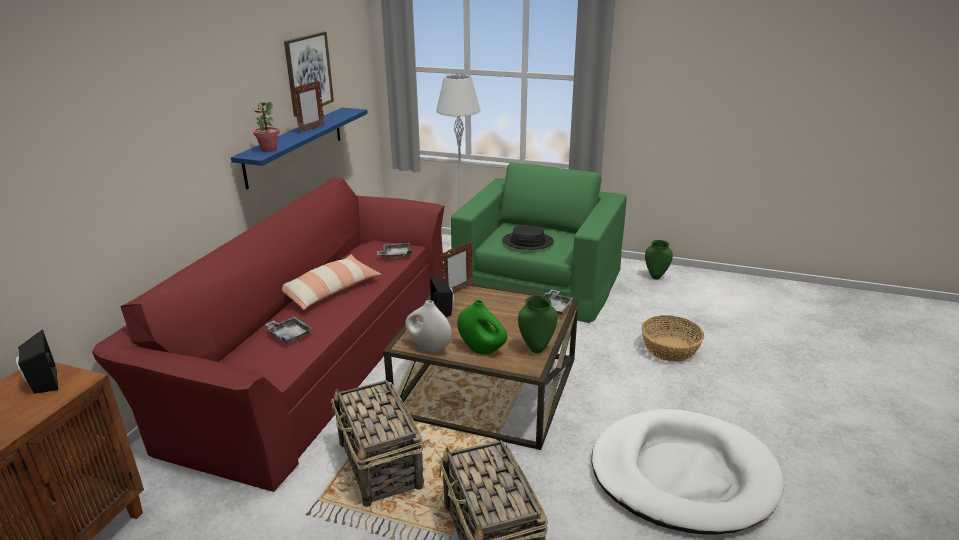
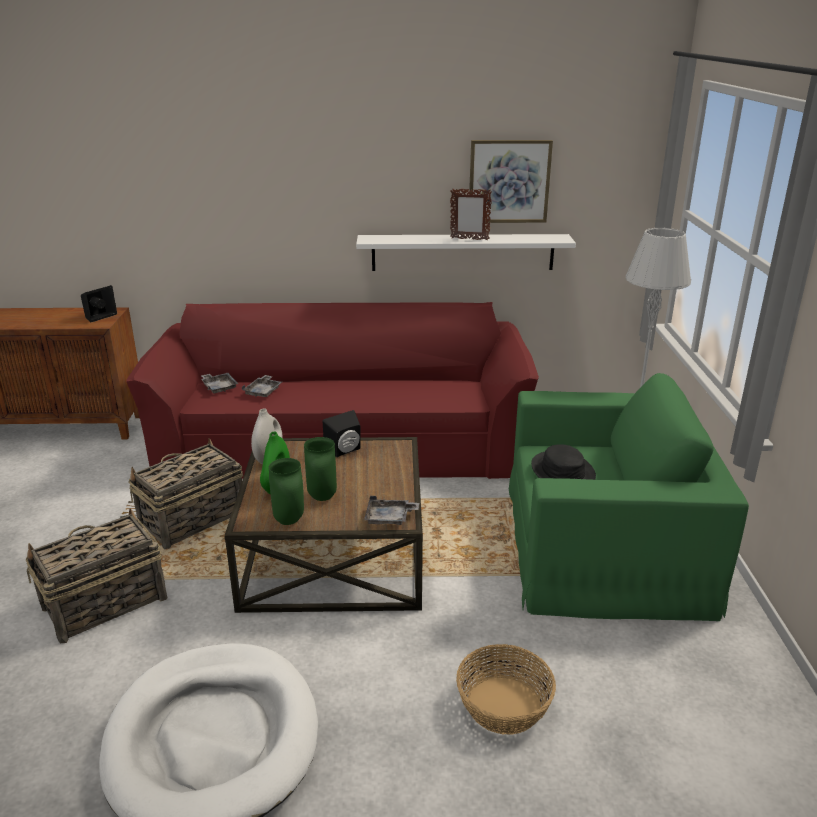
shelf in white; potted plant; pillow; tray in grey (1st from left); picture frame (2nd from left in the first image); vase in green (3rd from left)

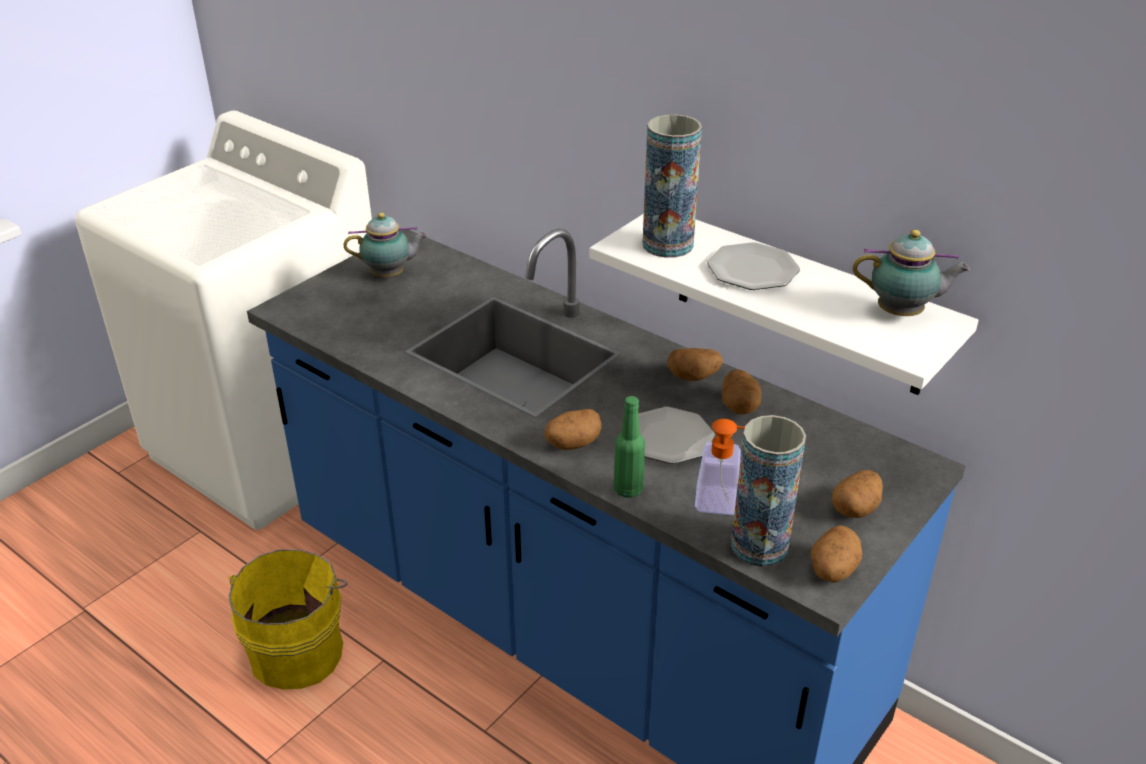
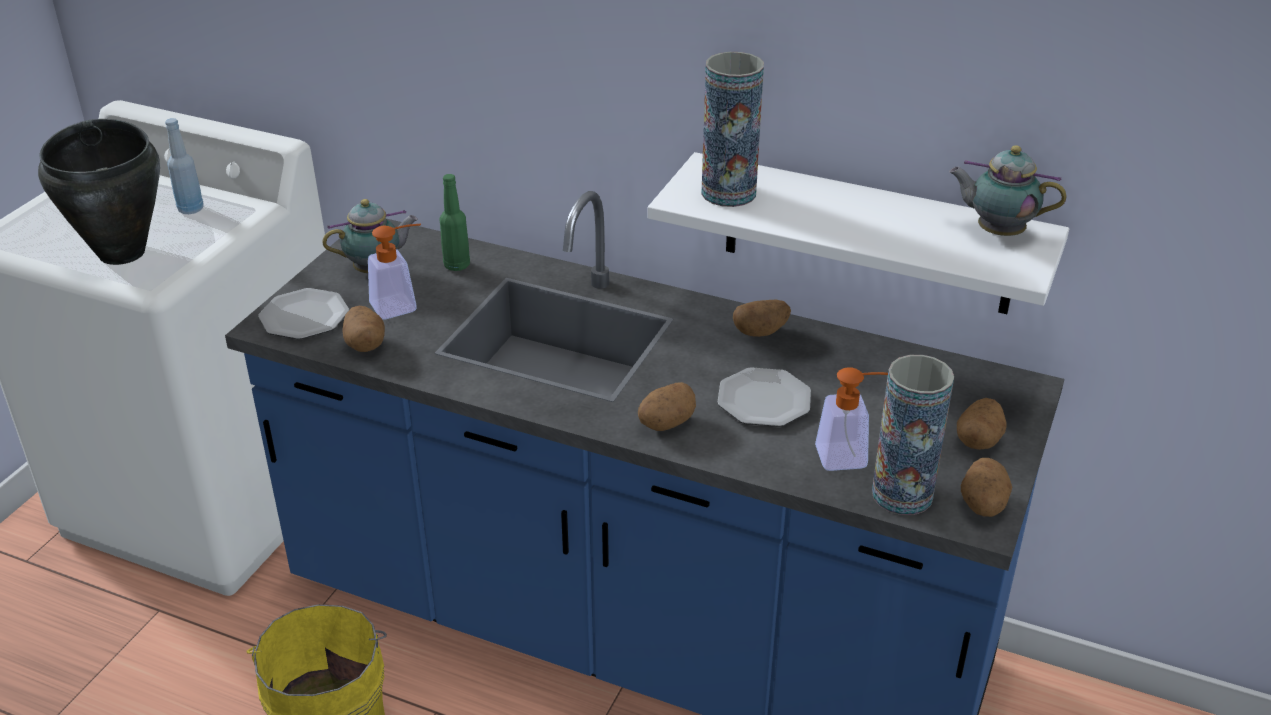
bottle in green; plate (1st from left); potato (1st from left); teapot (2nd from left); cooking pot in black; bottle in blue; soap dispenser (1st from left)

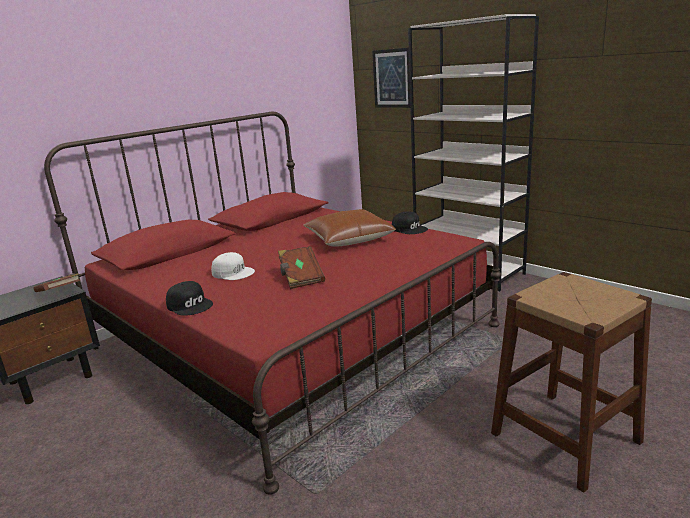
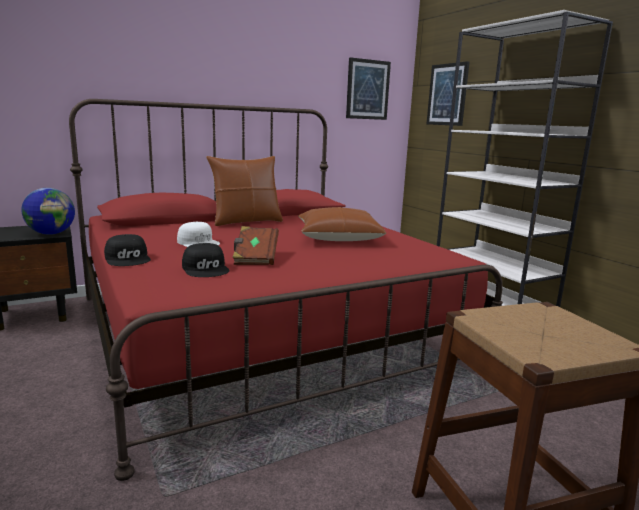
globe; cap in black (2nd from left); pillow in brown (1st from left); picture (1st from left)

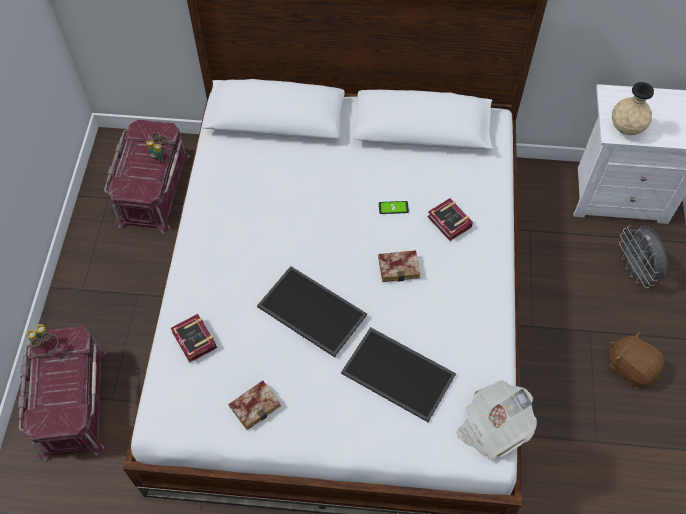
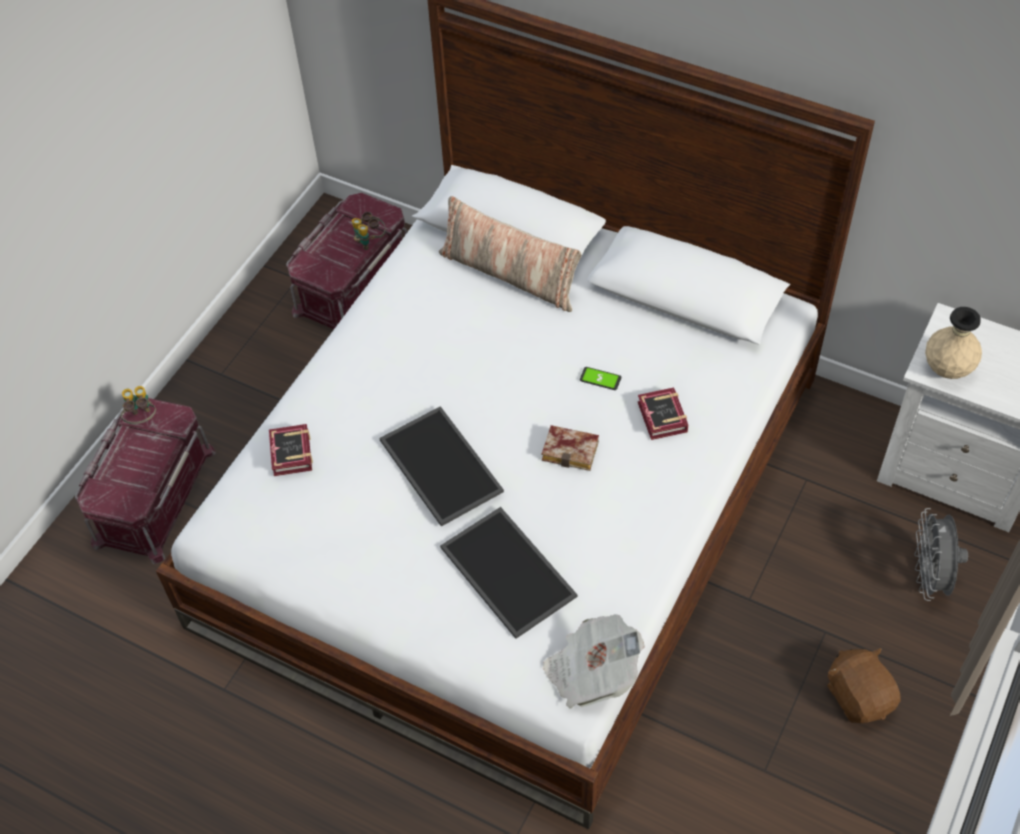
book (2nd from left in the first image); pillow

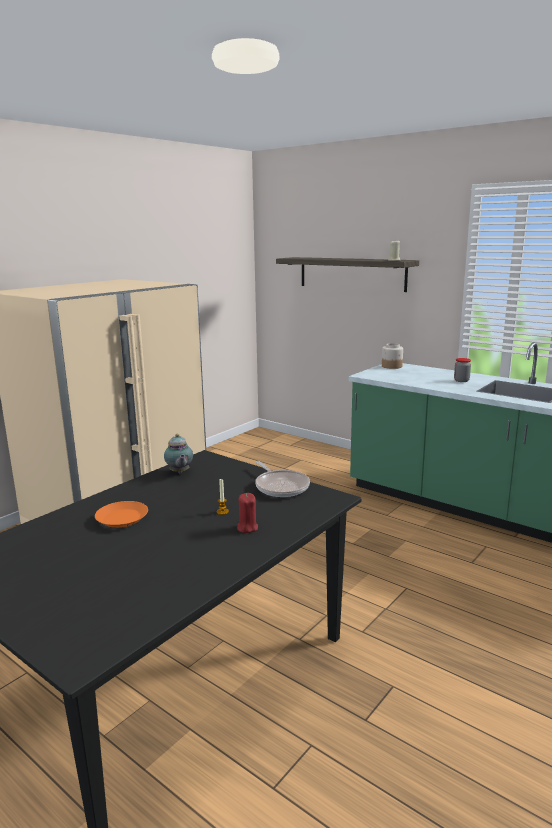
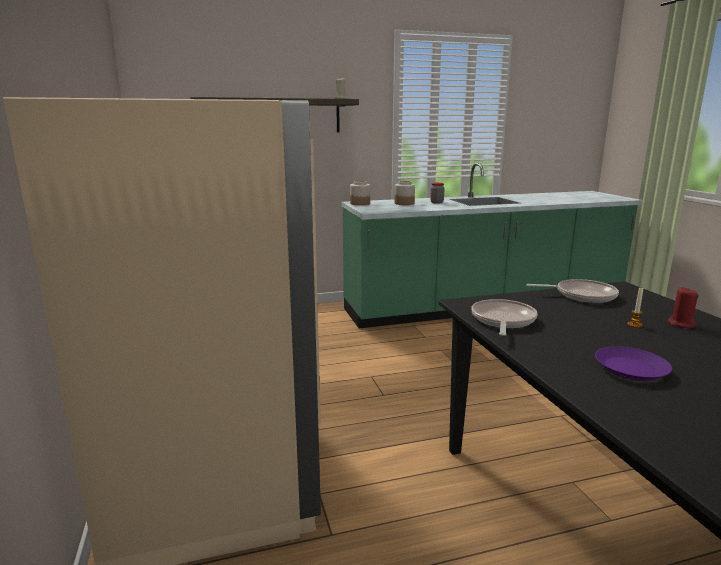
plate in purple; frying pan (1st from left); jar (2nd from left)

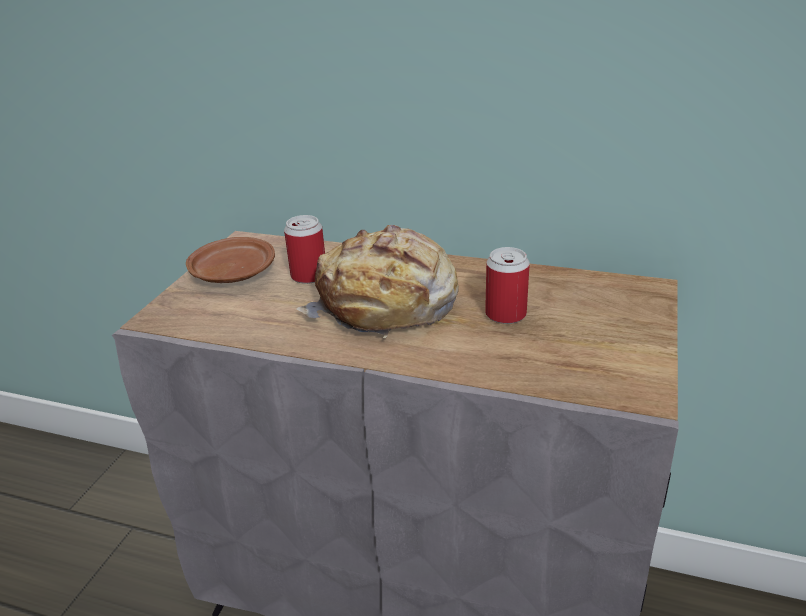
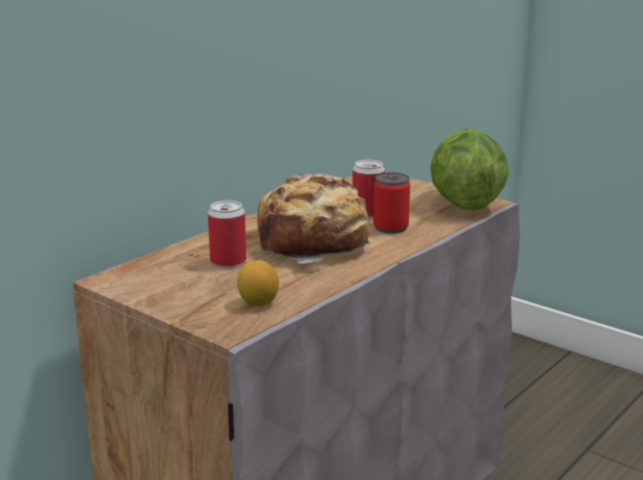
plate in brown; lemon; can (3rd from left); lettuce

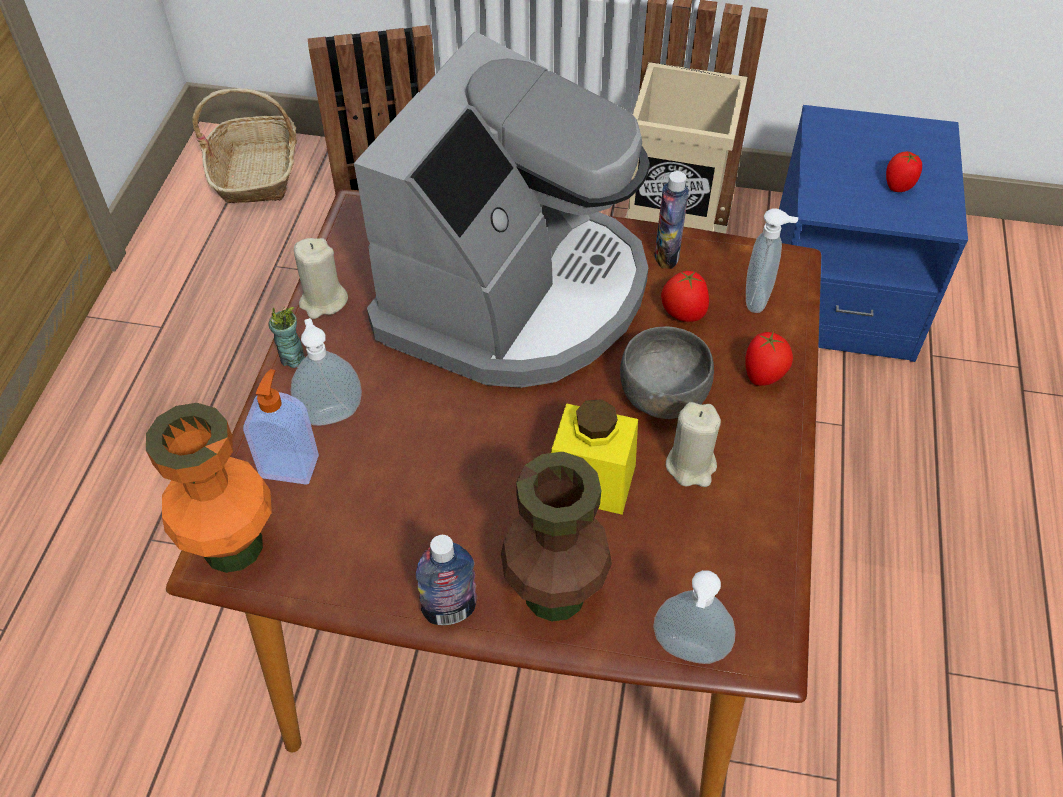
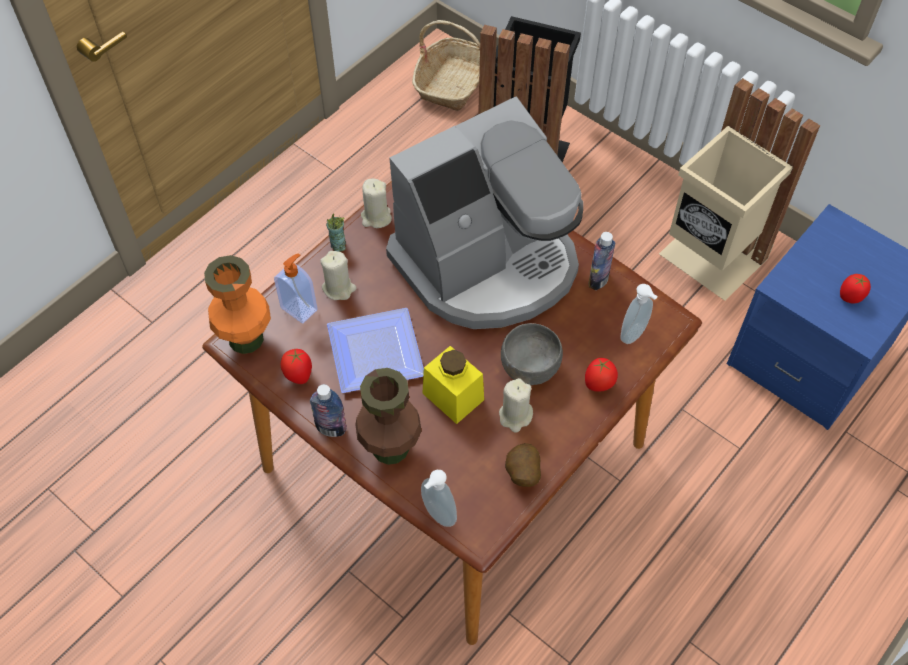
candle in beige (1st from left); tomato (1st from left); plate; potato

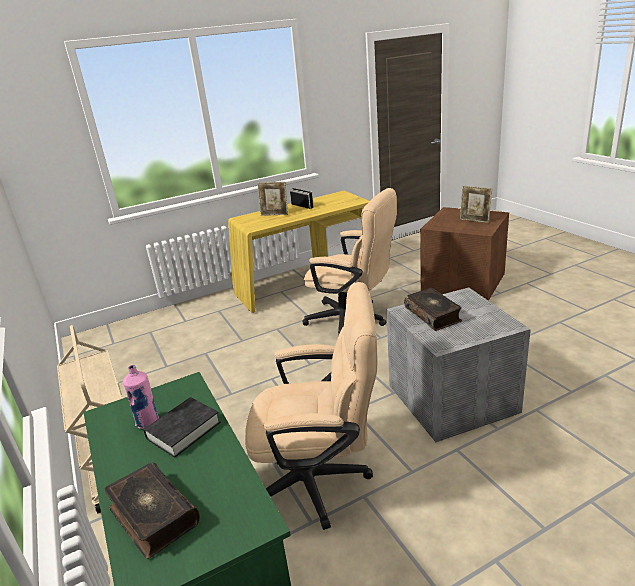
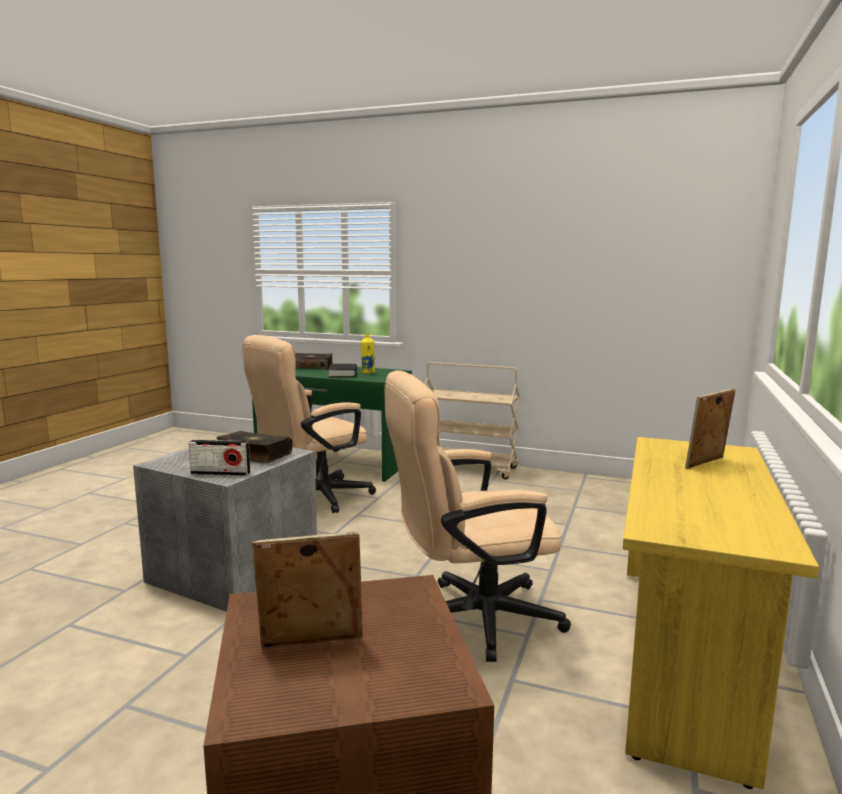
bottle in yellow; radio

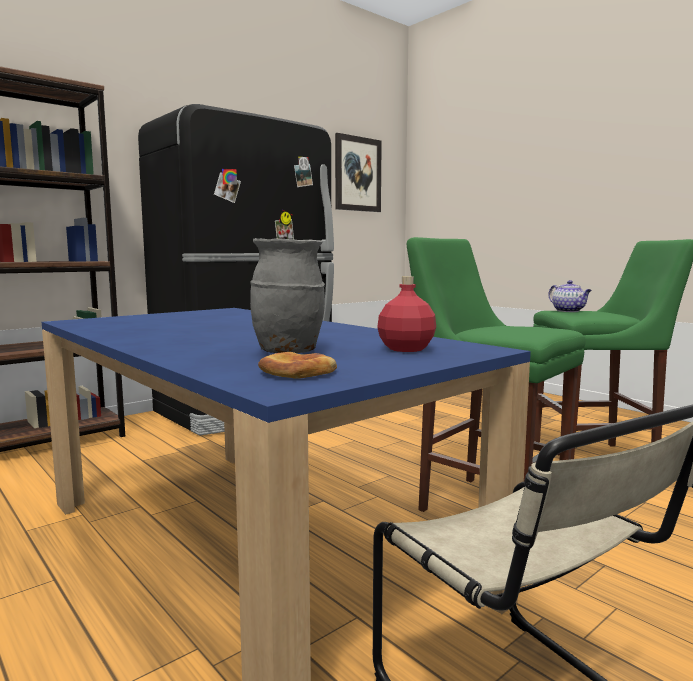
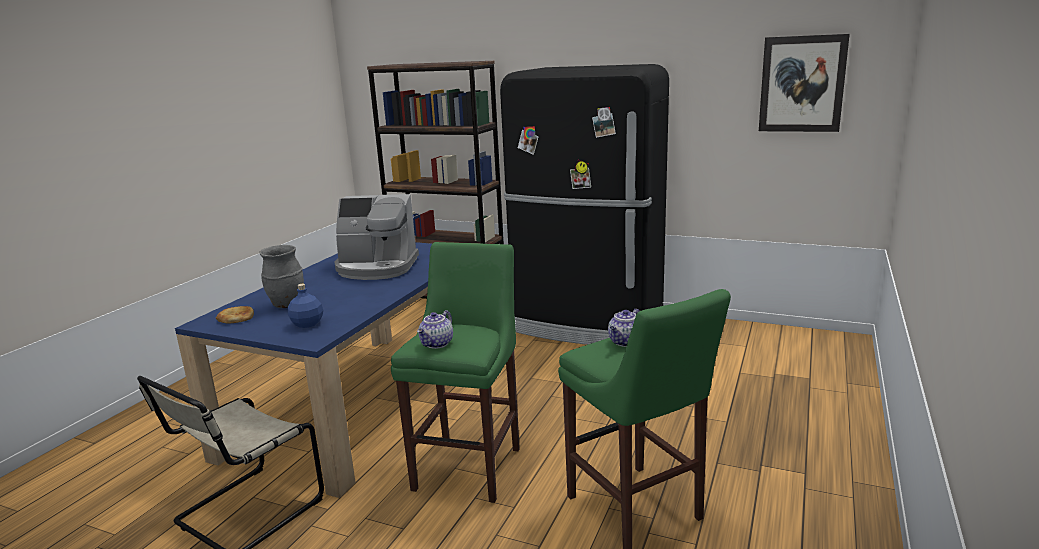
bottle in blue; coffee machine; teapot (1st from left)

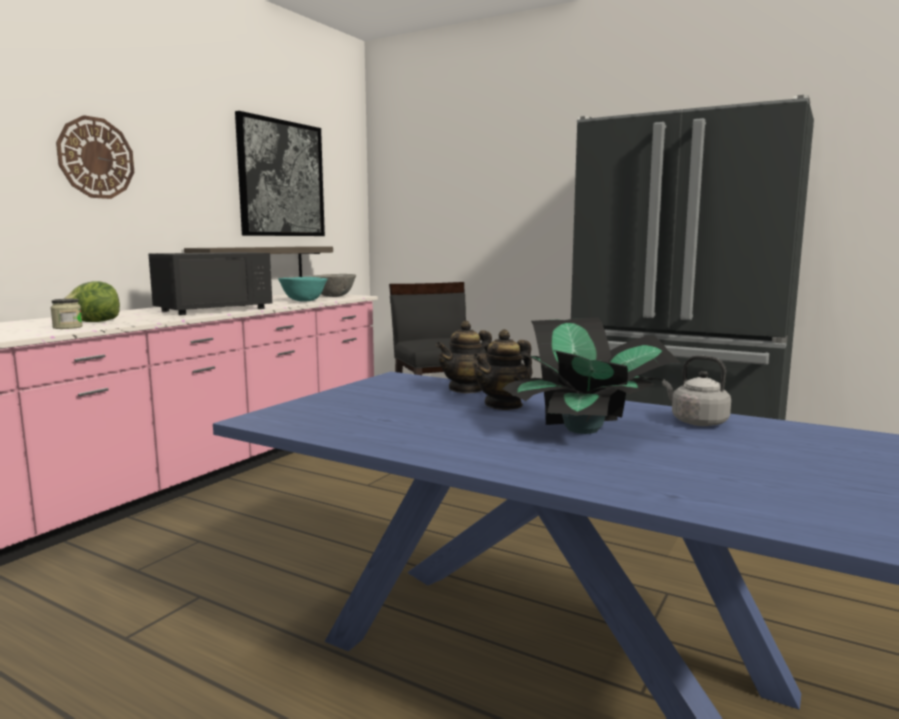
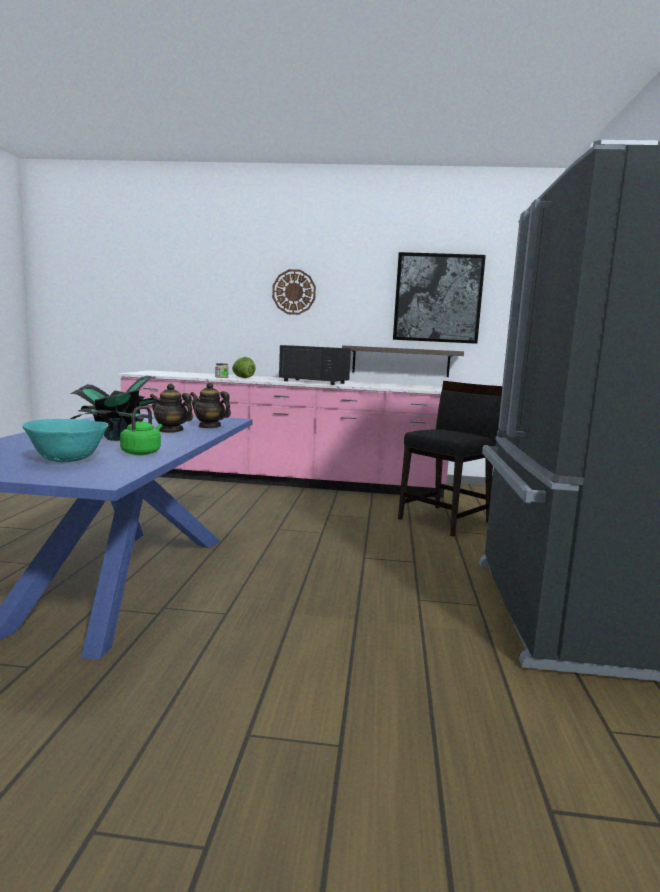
bowl in turquoise; bowl in grey; kettle in green

